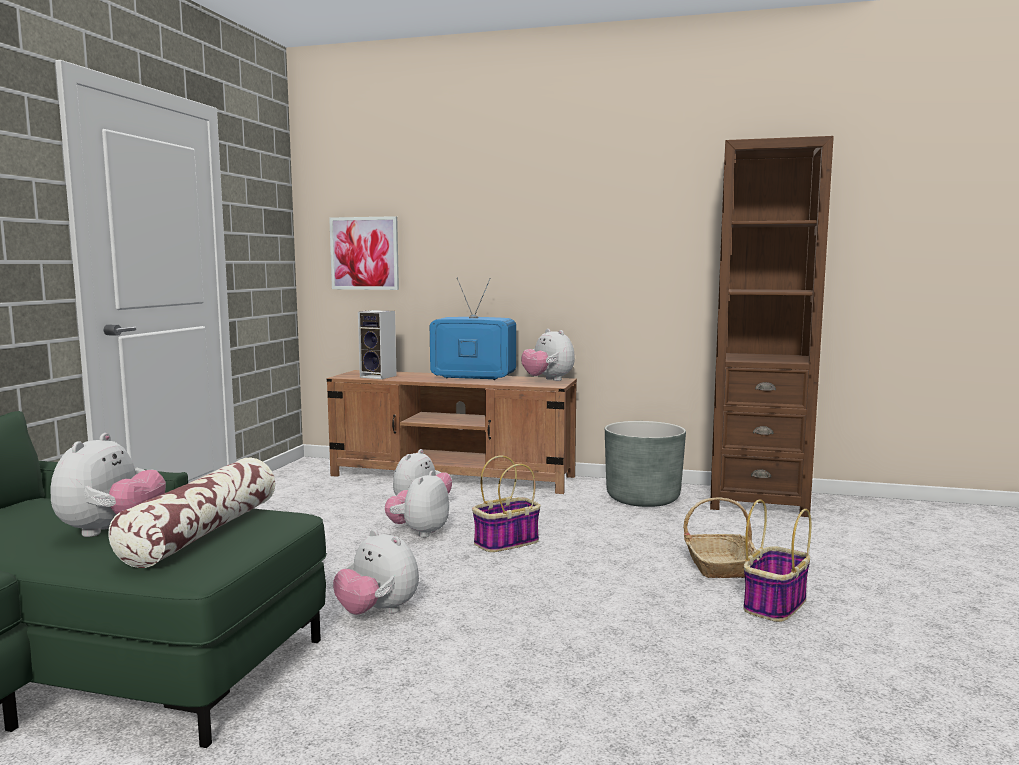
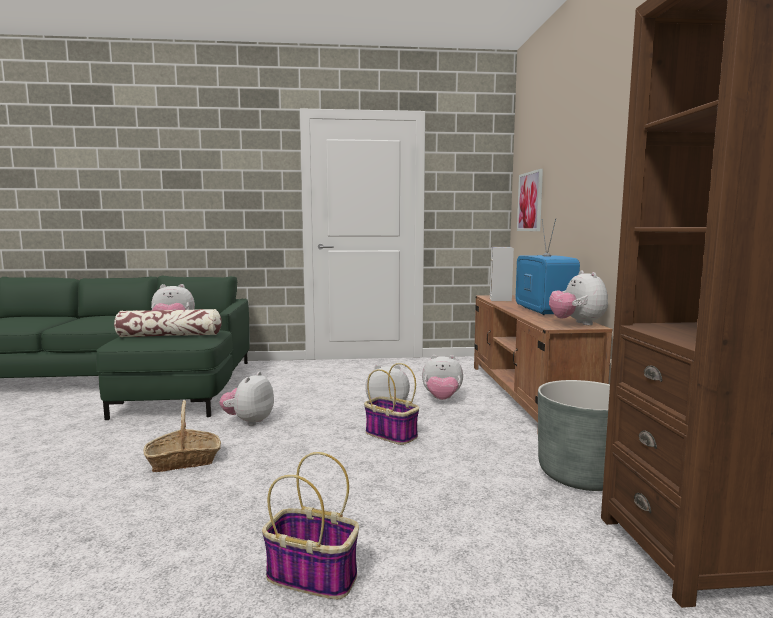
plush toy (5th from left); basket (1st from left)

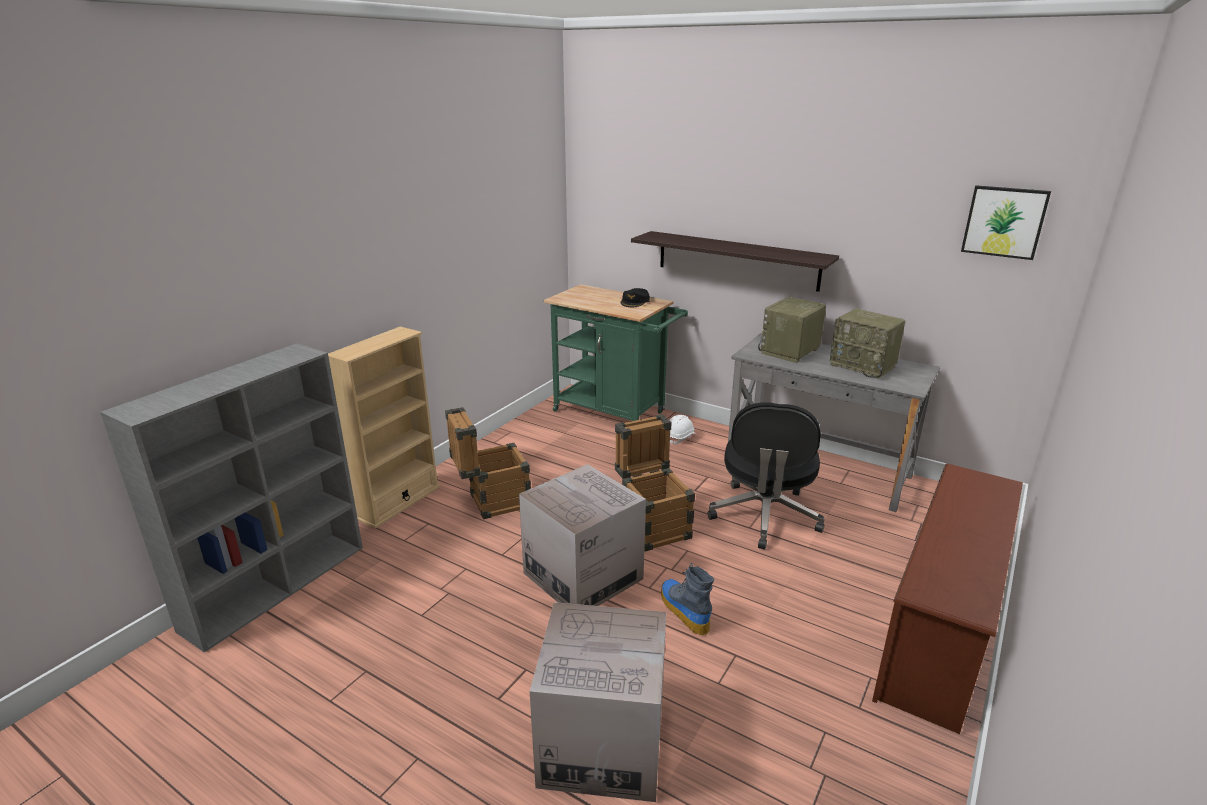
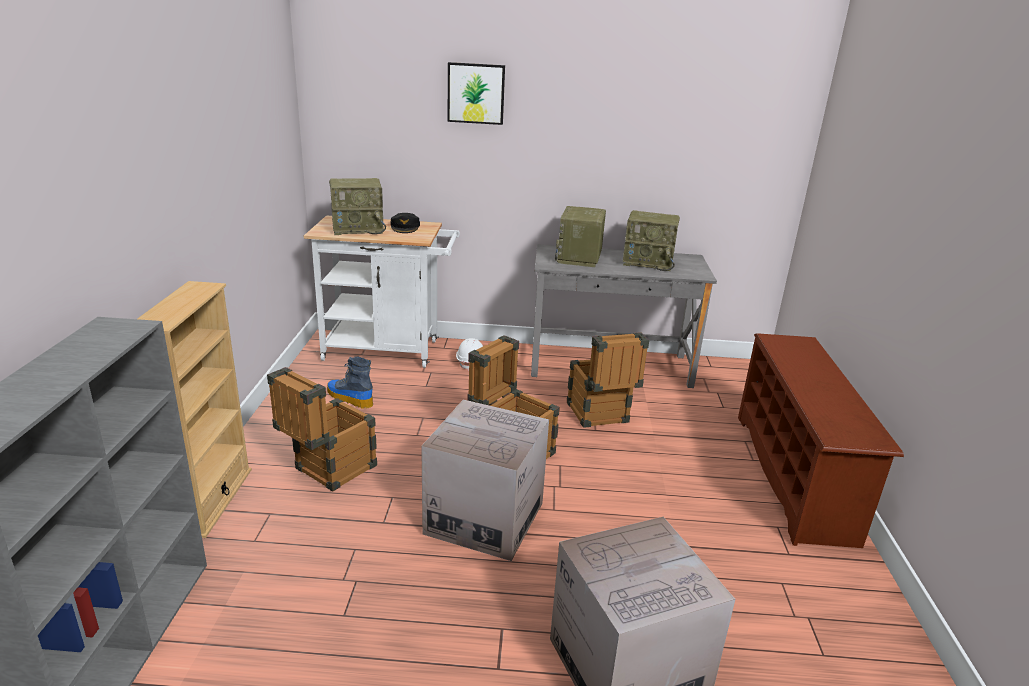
cart in white; shelf; boot; crate (3rd from left); picture; radio (1st from left)

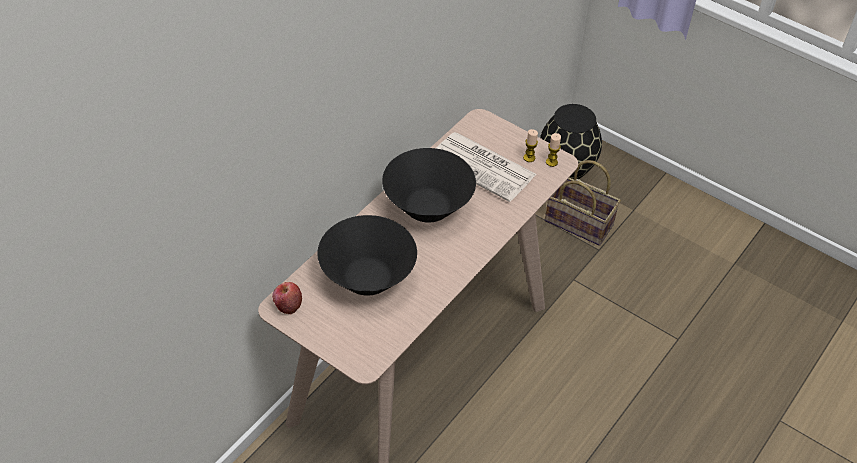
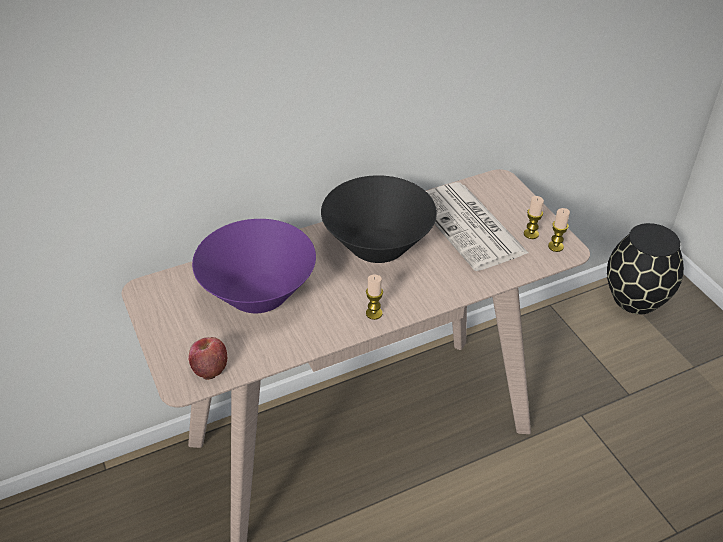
apple; bowl in purple; basket; candle (1st from left)

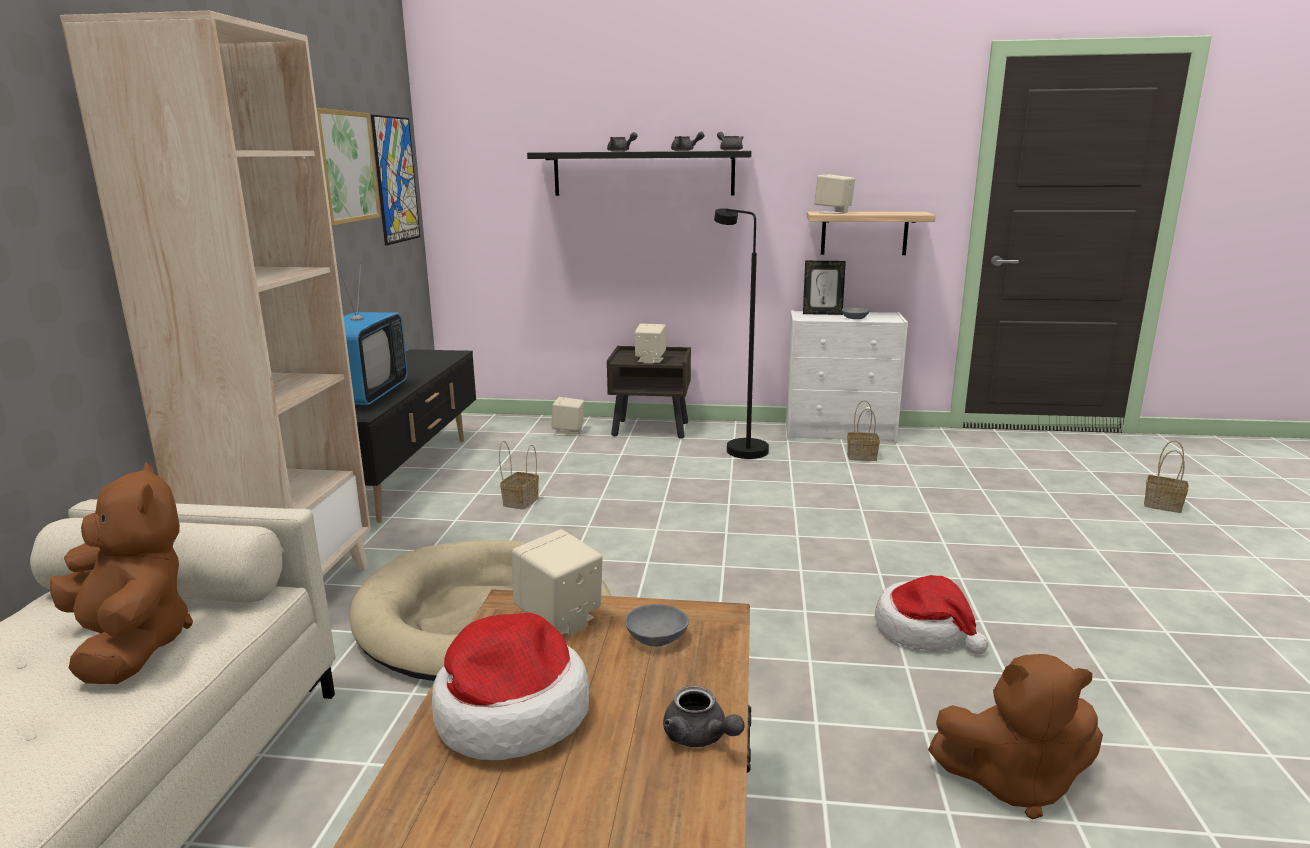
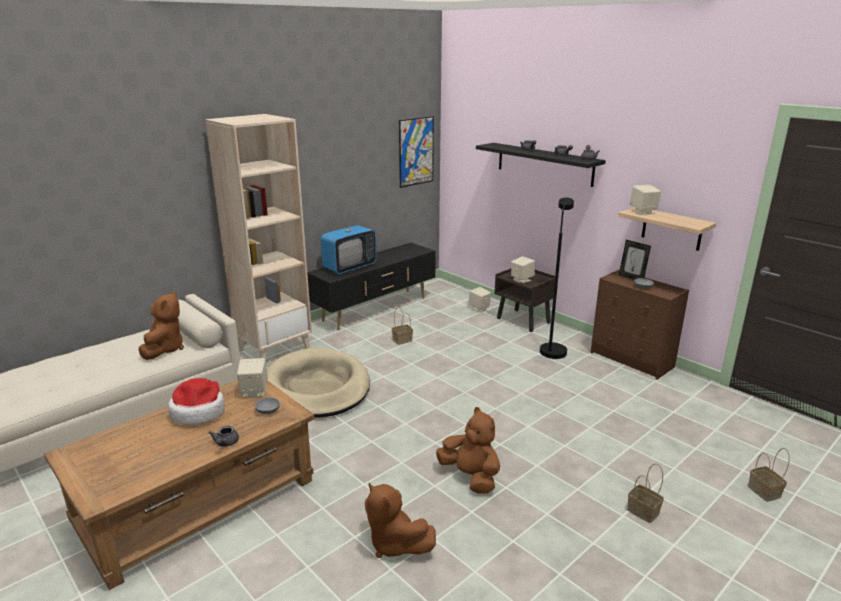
picture (1st from left in the first image); dresser in brown; basket (2nd from left); plush toy in brown (3rd from left)

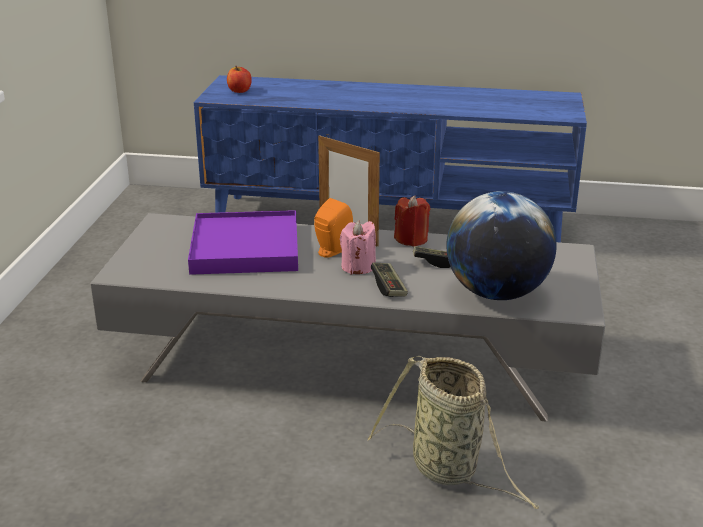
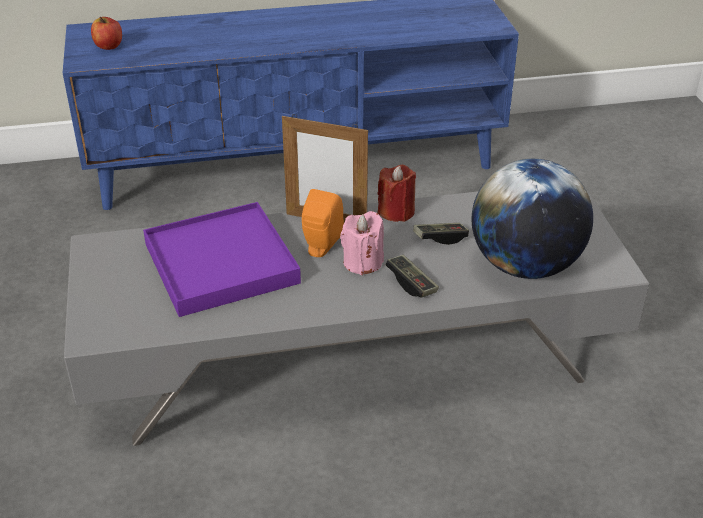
basket

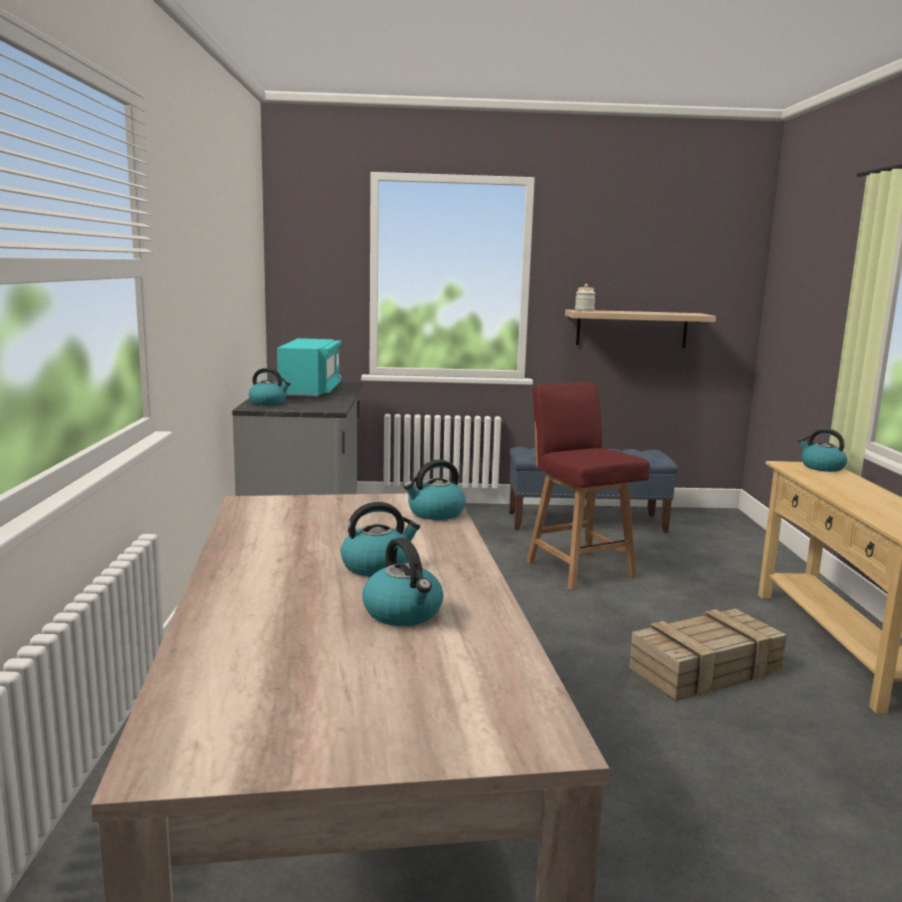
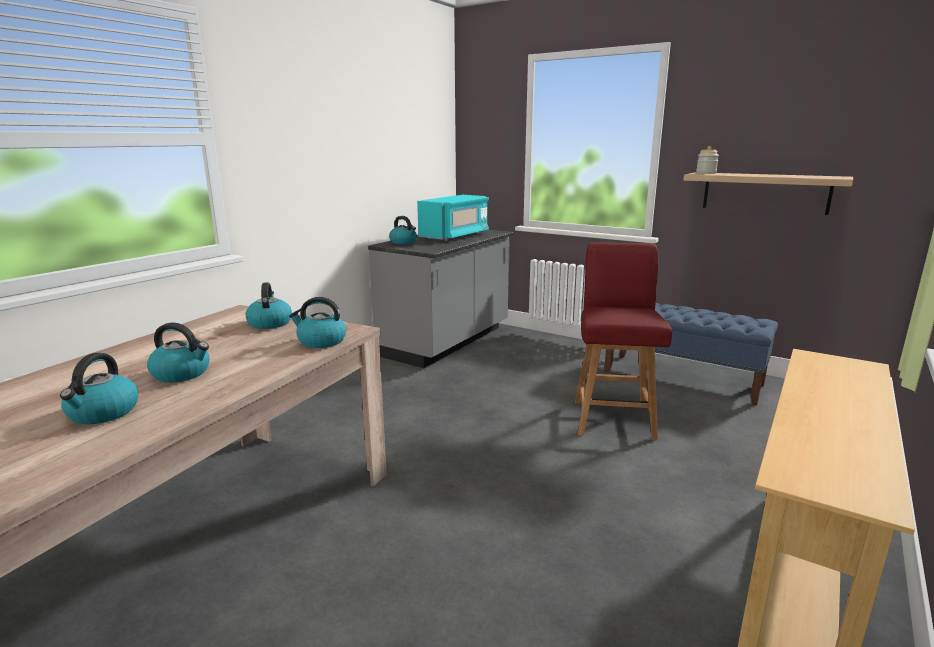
crate; kettle (3rd from left)

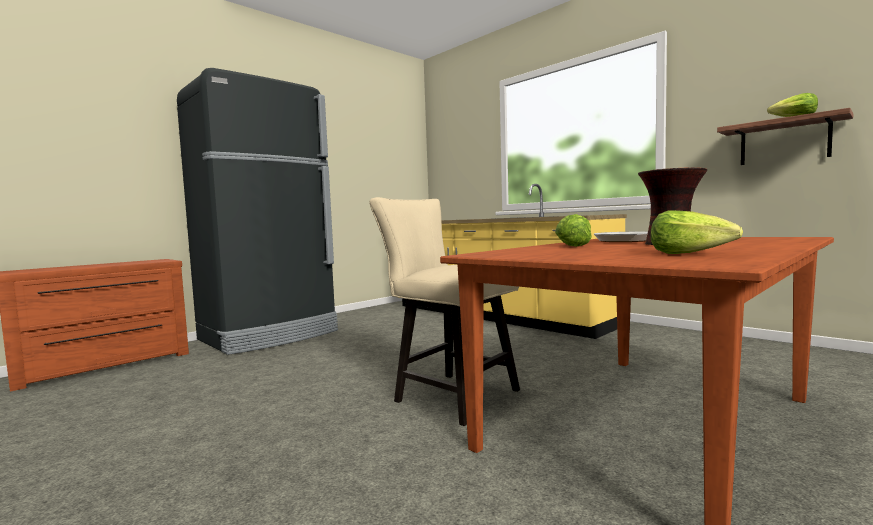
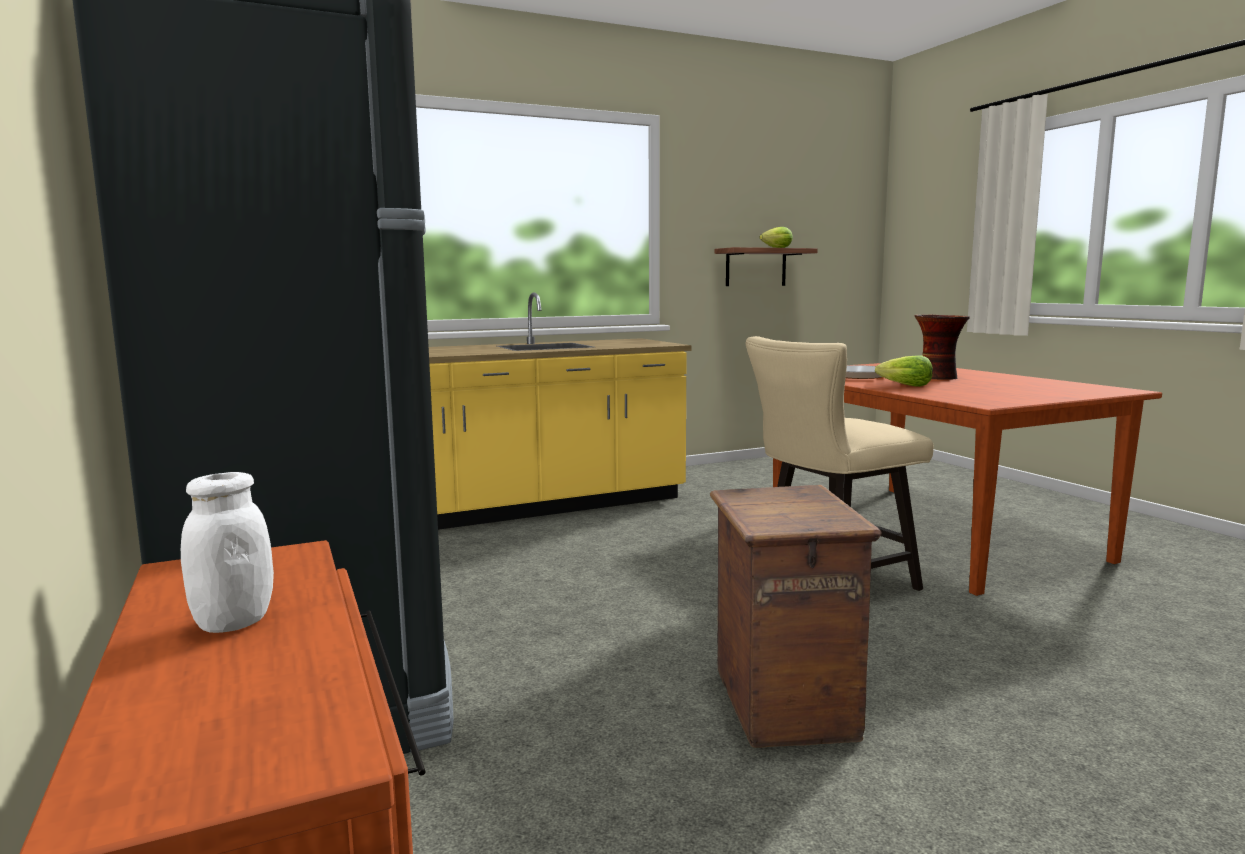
lettuce (2nd from left in the first image); jar in white; crate

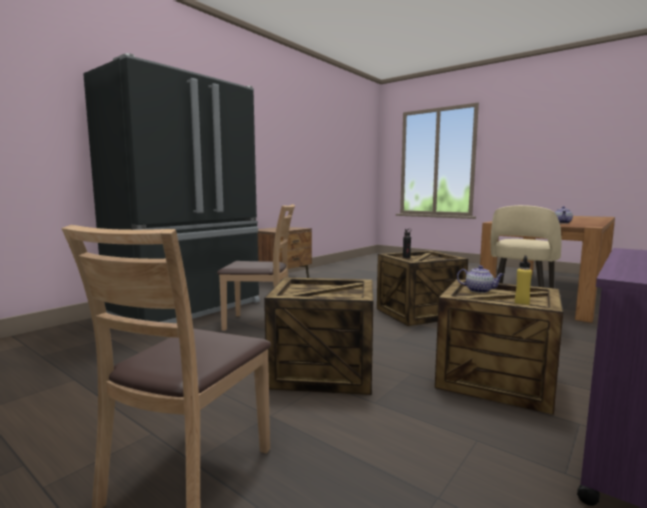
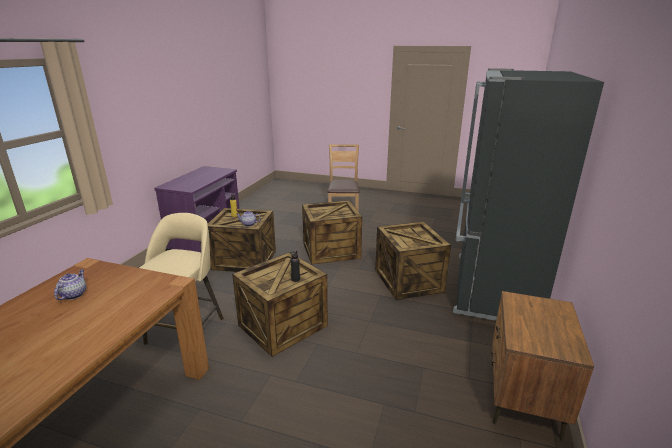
crate (4th from left)

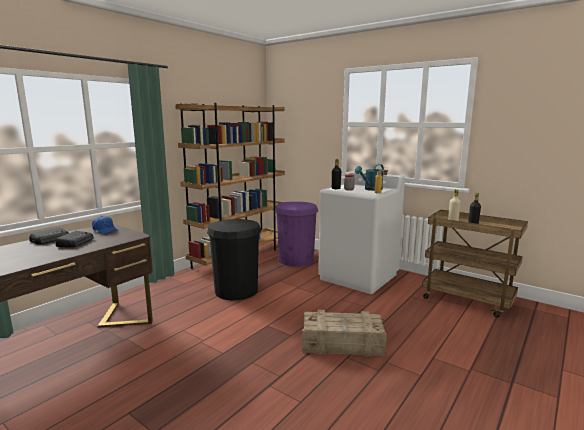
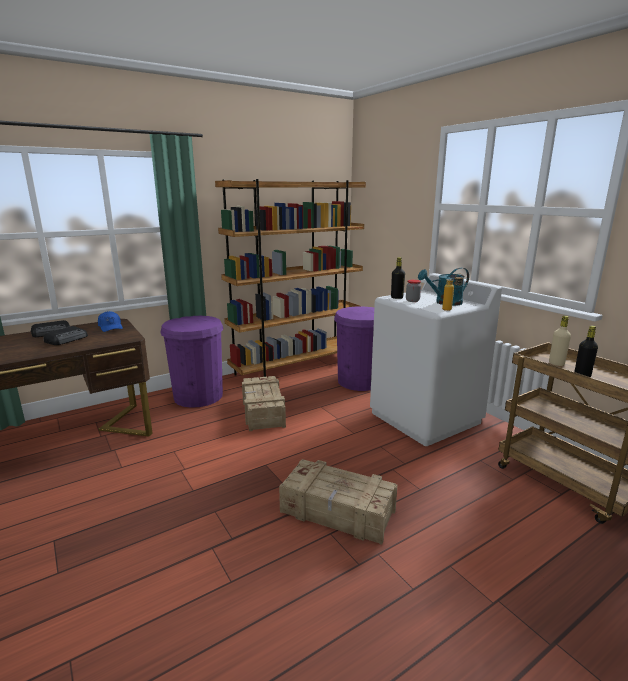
crate (1st from left); trash can in purple (1st from left)

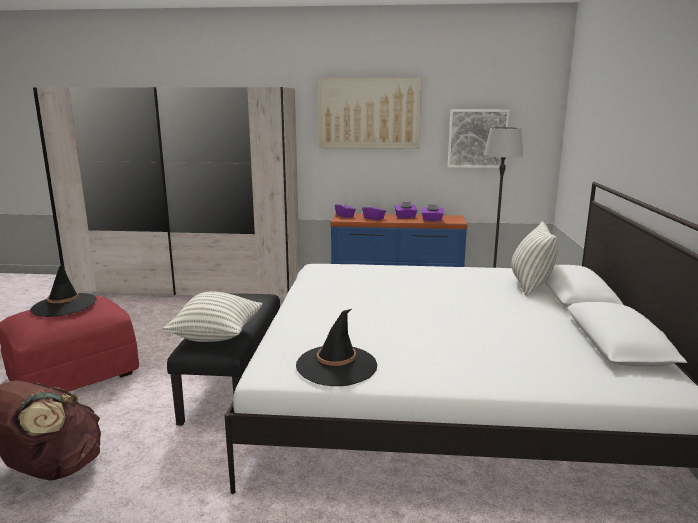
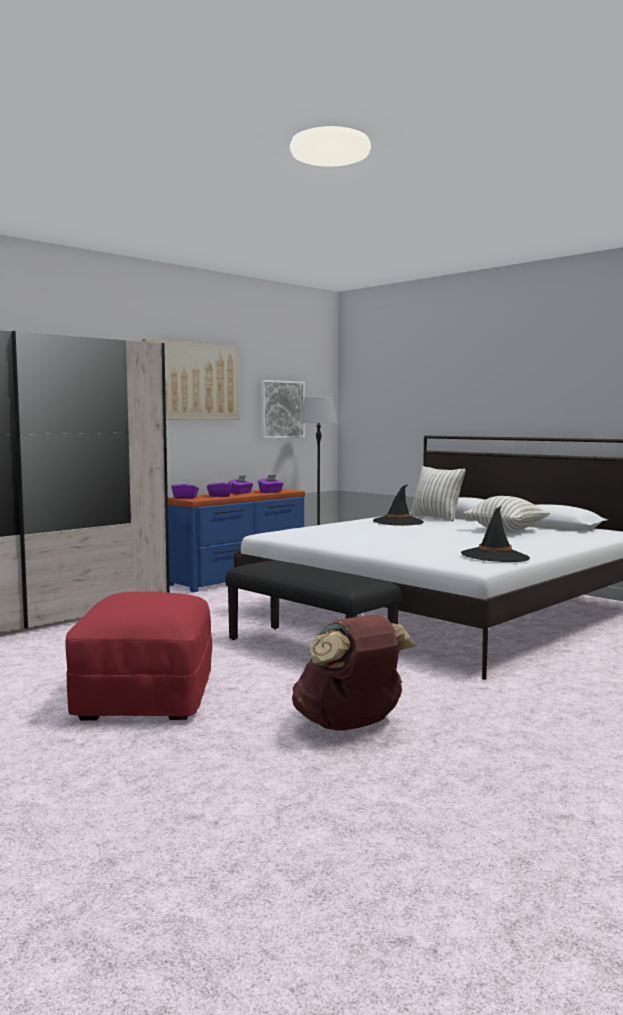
hat in black (1st from left); pillow (2nd from left)

